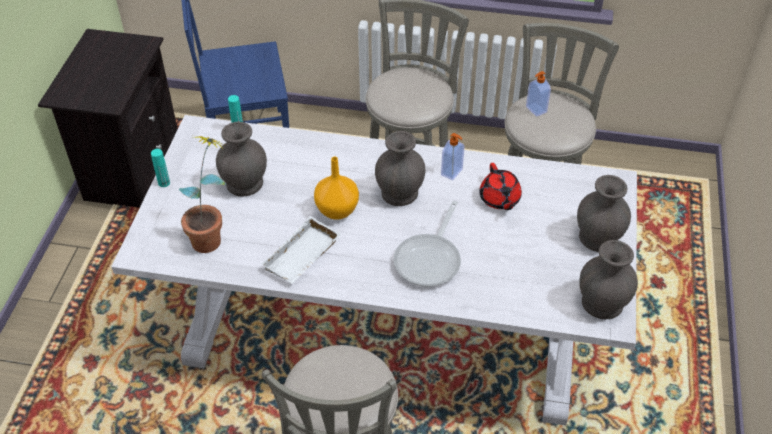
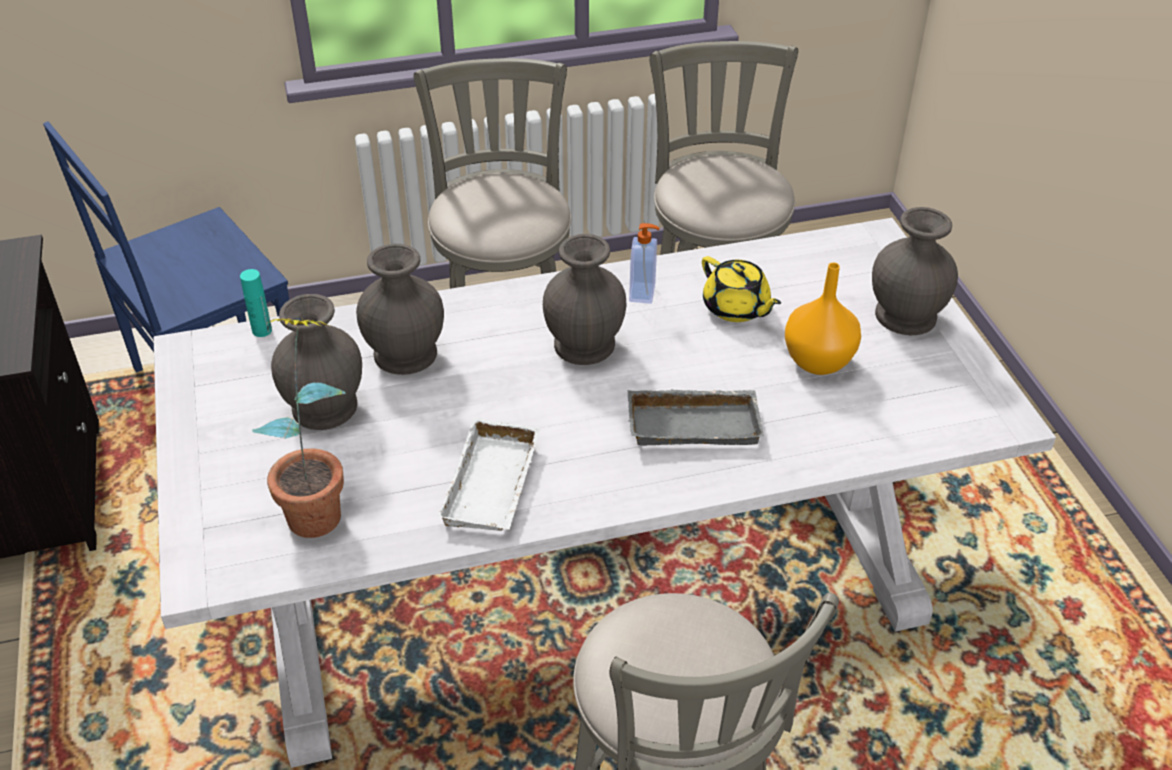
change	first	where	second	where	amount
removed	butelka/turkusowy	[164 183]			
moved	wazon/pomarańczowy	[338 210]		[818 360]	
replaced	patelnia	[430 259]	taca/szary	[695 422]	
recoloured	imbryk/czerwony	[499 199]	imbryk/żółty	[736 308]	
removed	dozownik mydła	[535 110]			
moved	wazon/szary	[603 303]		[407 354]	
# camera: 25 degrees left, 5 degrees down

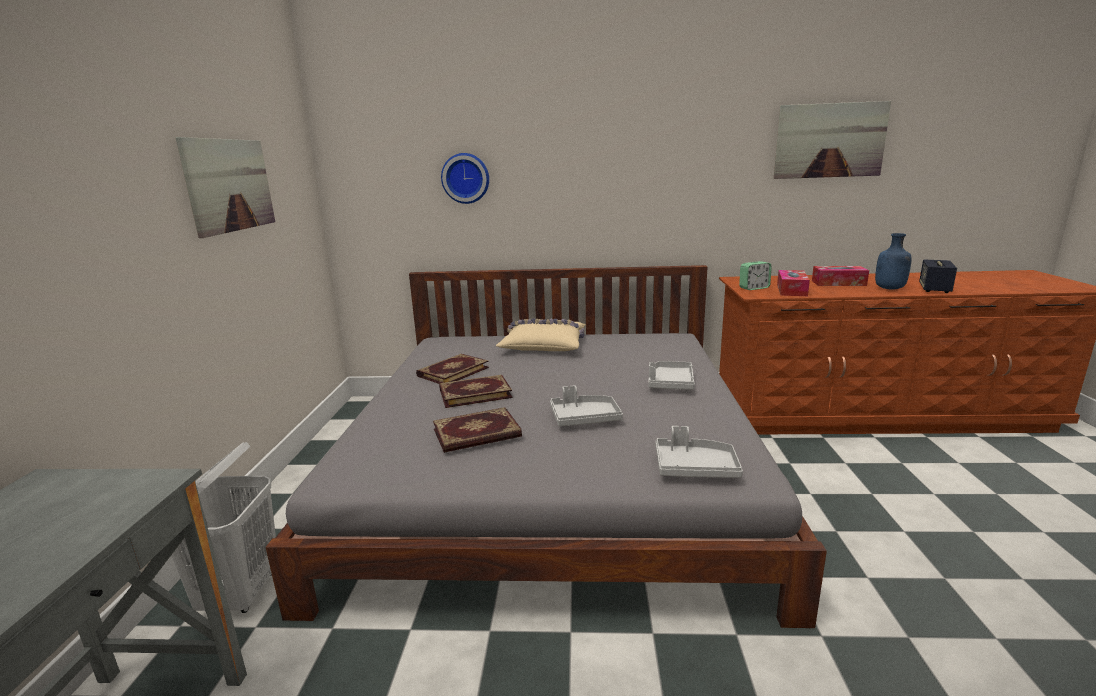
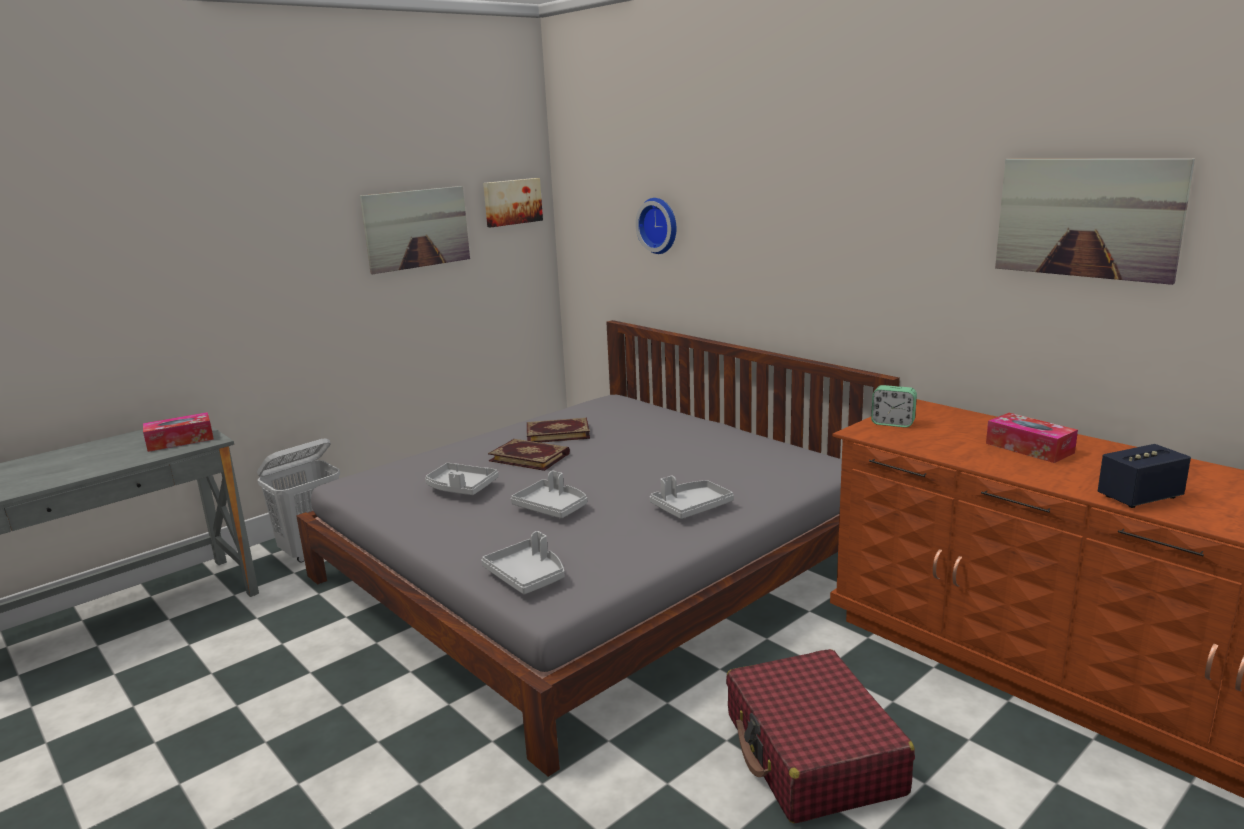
change	first	where	second	where	amount
replaced	książka	[477 434]	taca/szary	[461 488]	
removed	poduszka/beżowy	[544 344]			
moved	pudełko chusteczek	[791 290]		[180 441]	
removed	butelka/niebieski	[890 288]			
added			obraz	[512 202]	
added			walizka/czerwony	[812 754]	
# camera: 45 degrees right, 0 degrees up

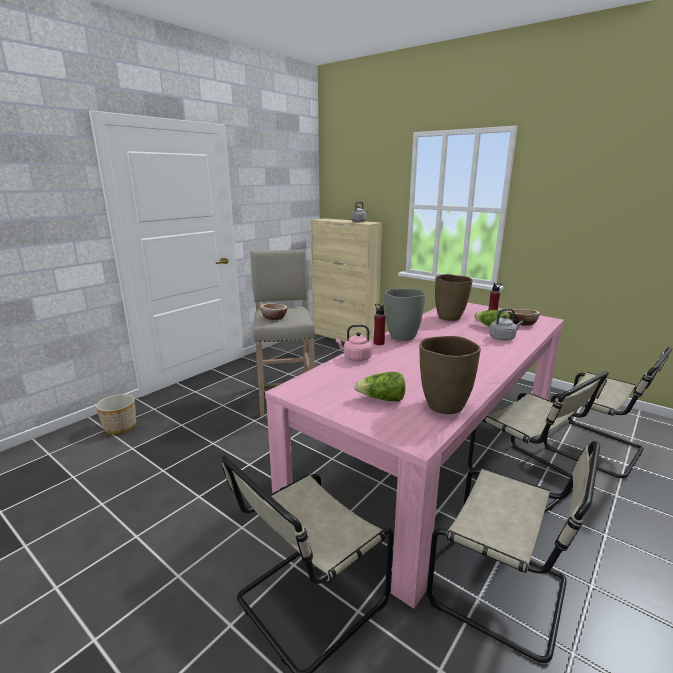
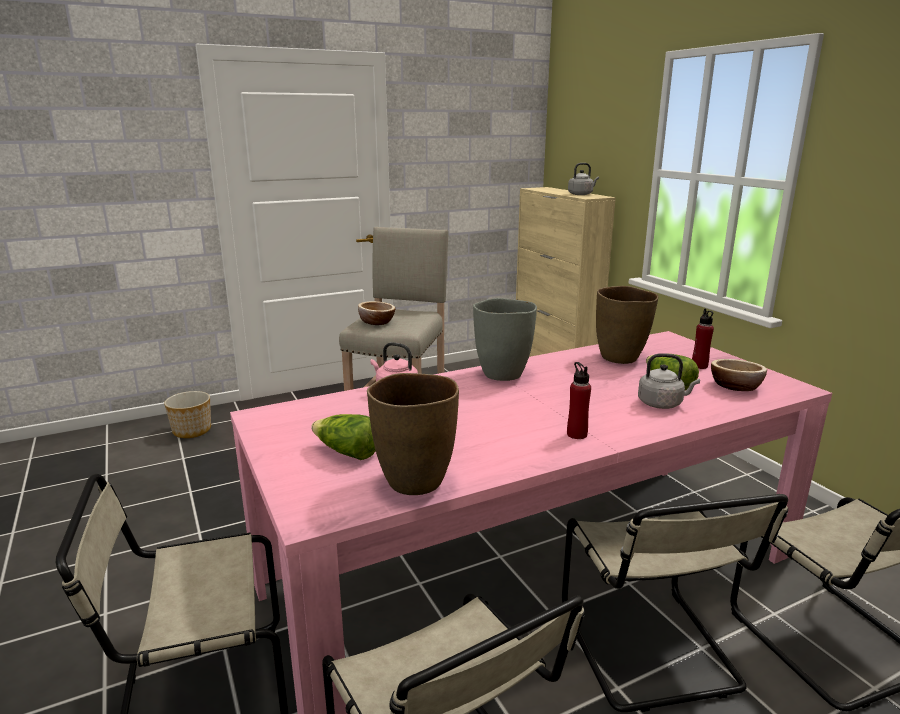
change	first	where	second	where	amount
moved	butelka/czerwony	[378 343]		[576 434]	
# camera: 25 degrees right, 0 degrees up

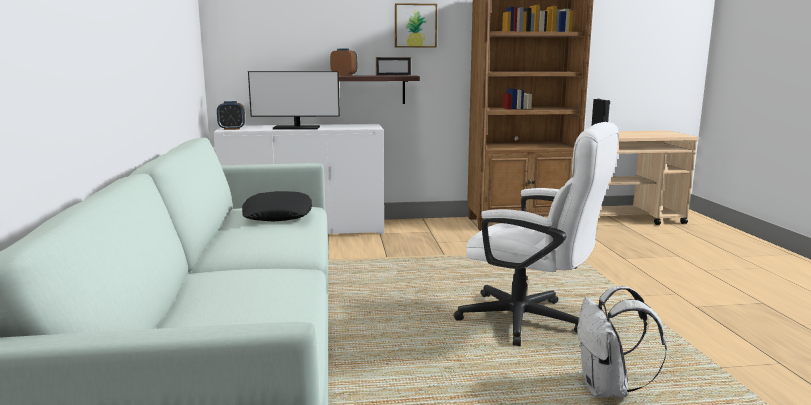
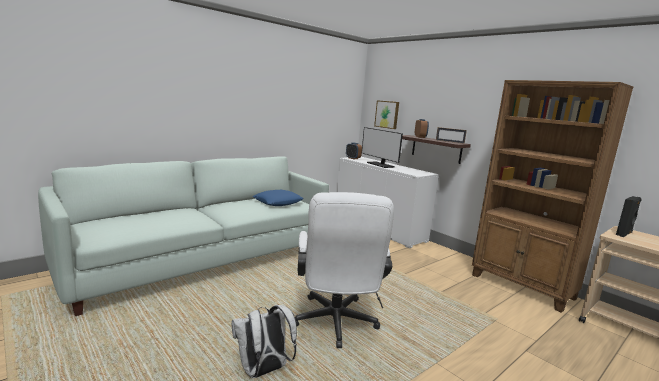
change	first	where	second	where	amount
recoloured	poduszka/czarny	[278 214]	poduszka/niebieski	[278 202]	
moved	obraz	[415 25]		[387 114]	
# camera: 55 degrees right, 0 degrees up

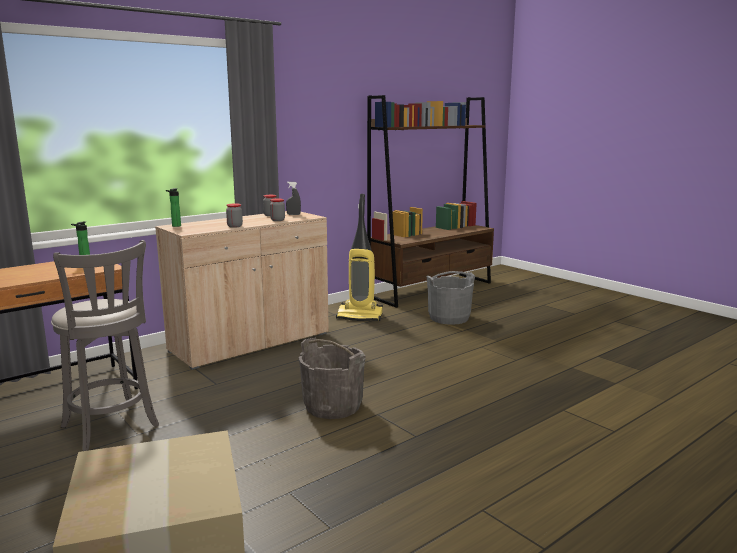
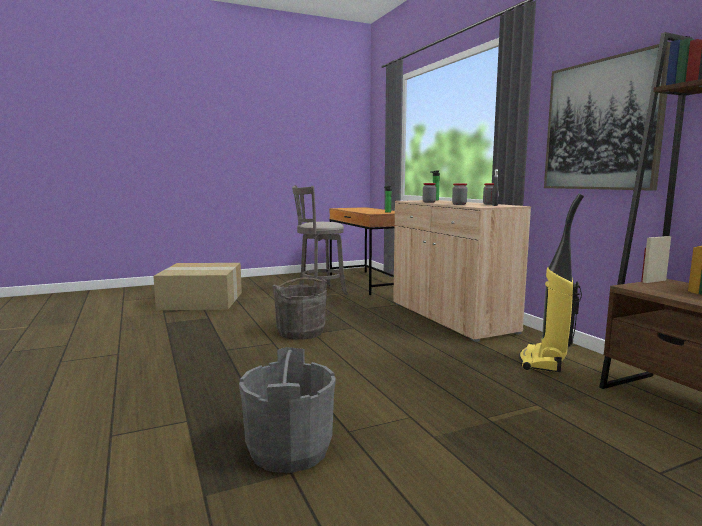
change	first	where	second	where	amount
moved	wiadro/szary	[449 318]		[289 449]	
added			obraz	[601 125]	
# camera: 105 degrees right, 5 degrees down

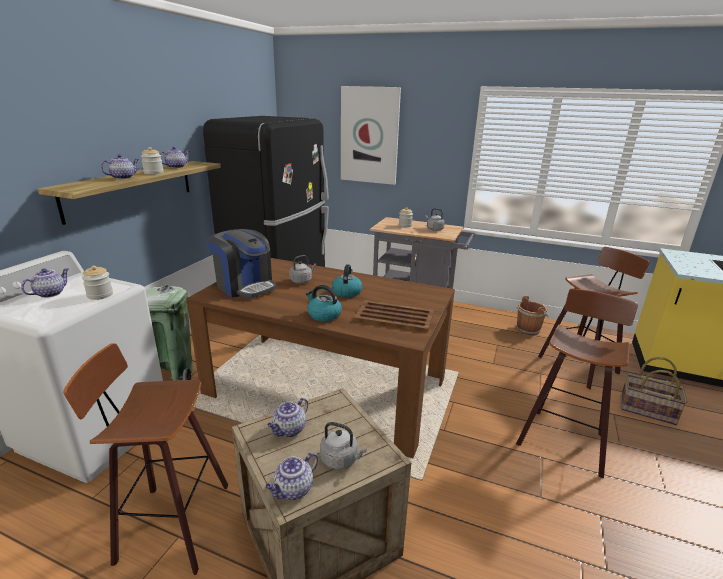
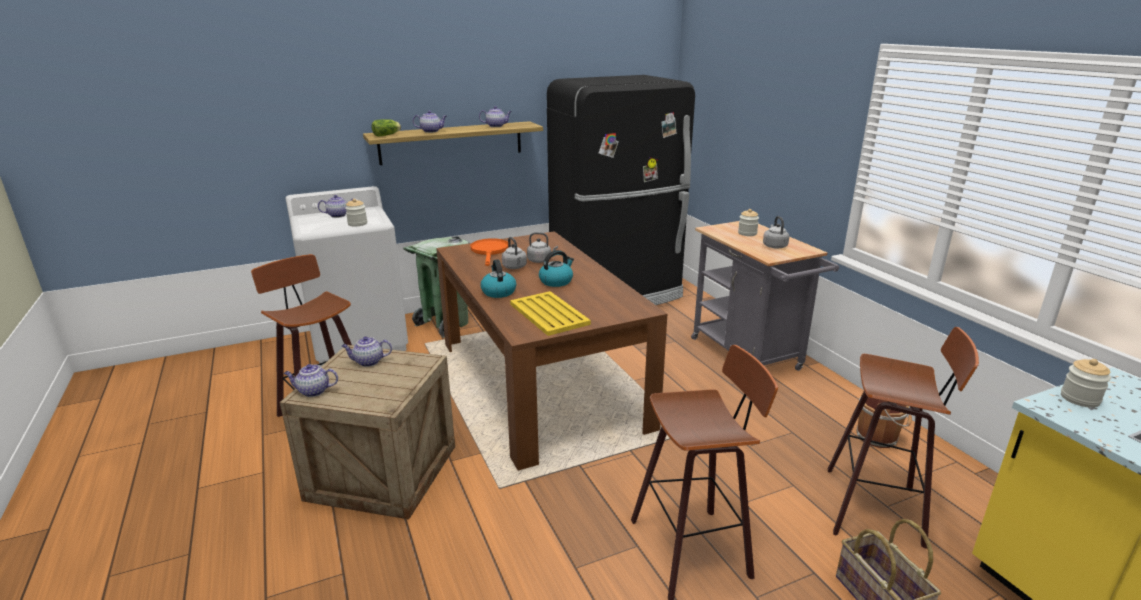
change	first	where	second	where	amount
moved	słoik	[153 173]		[1079 399]	
replaced	ekspres do kawy	[245 286]	patelnia/pomarańczowy	[490 251]	
moved	czajnik/szary	[341 460]		[515 267]	
removed	obraz	[369 136]			
recoloured	taca/brązowy	[393 316]	taca/żółty	[548 313]	
added			sałata	[387 135]	
# camera: 45 degrees right, 0 degrees up

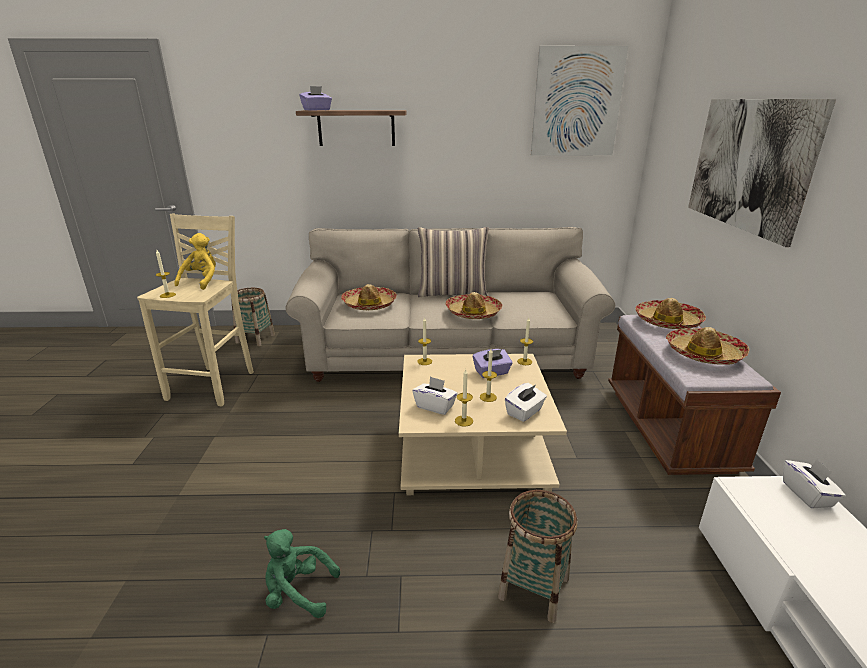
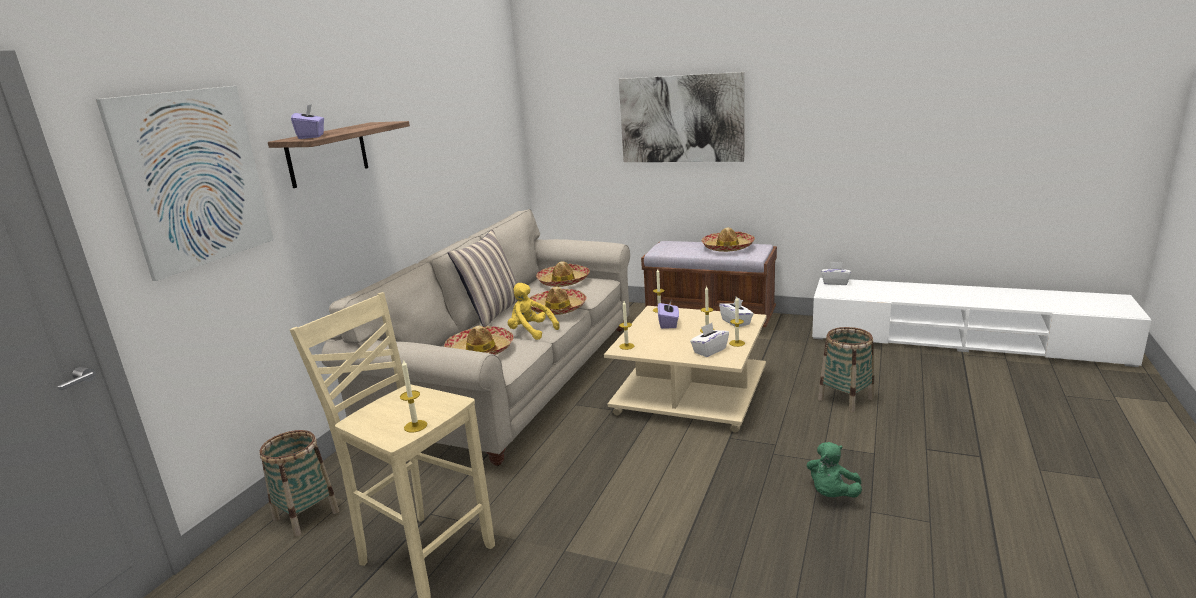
change	first	where	second	where	amount
moved	pluszak/żółty	[202 281]		[531 332]	
moved	obraz	[577 102]		[194 178]	
moved	kapelusz	[667 321]		[563 281]	
# camera: 65 degrees left, 5 degrees down

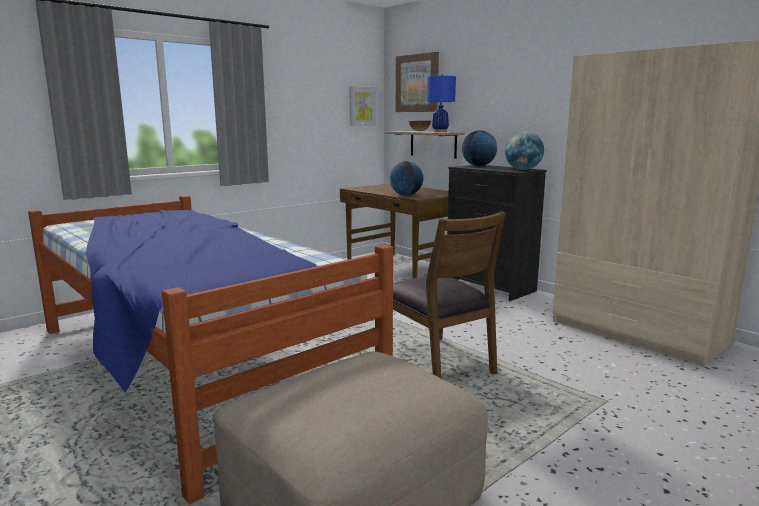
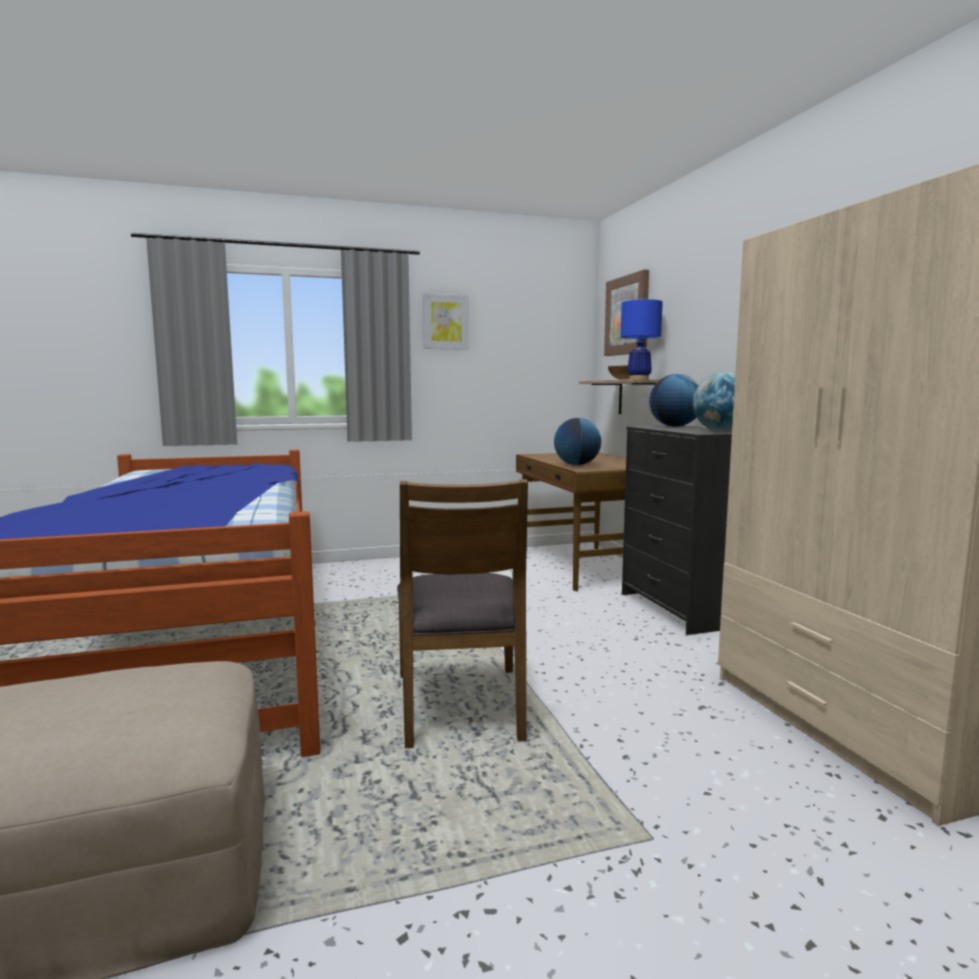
change	first	where	second	where	amount
moved	obraz	[362 106]		[445 322]	
# camera: 25 degrees right, 5 degrees down

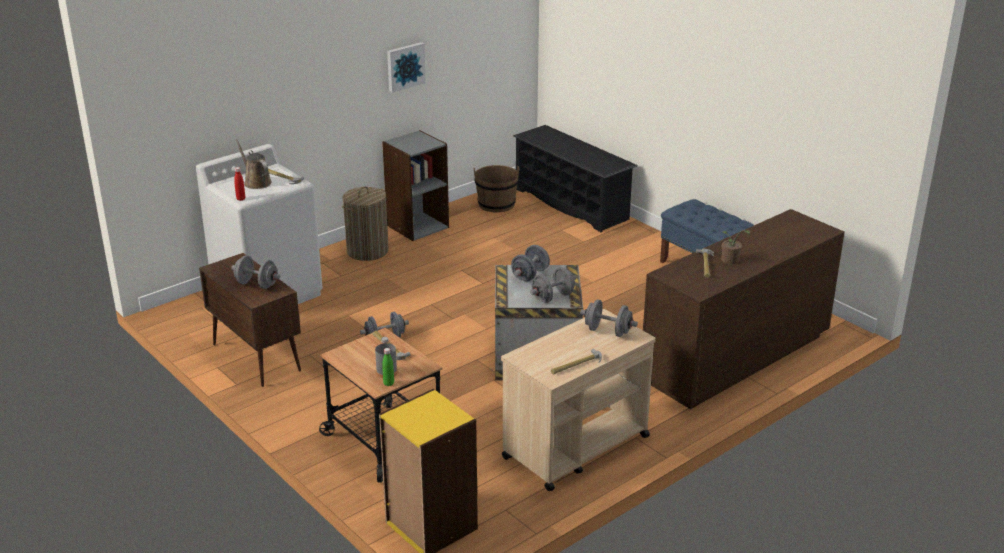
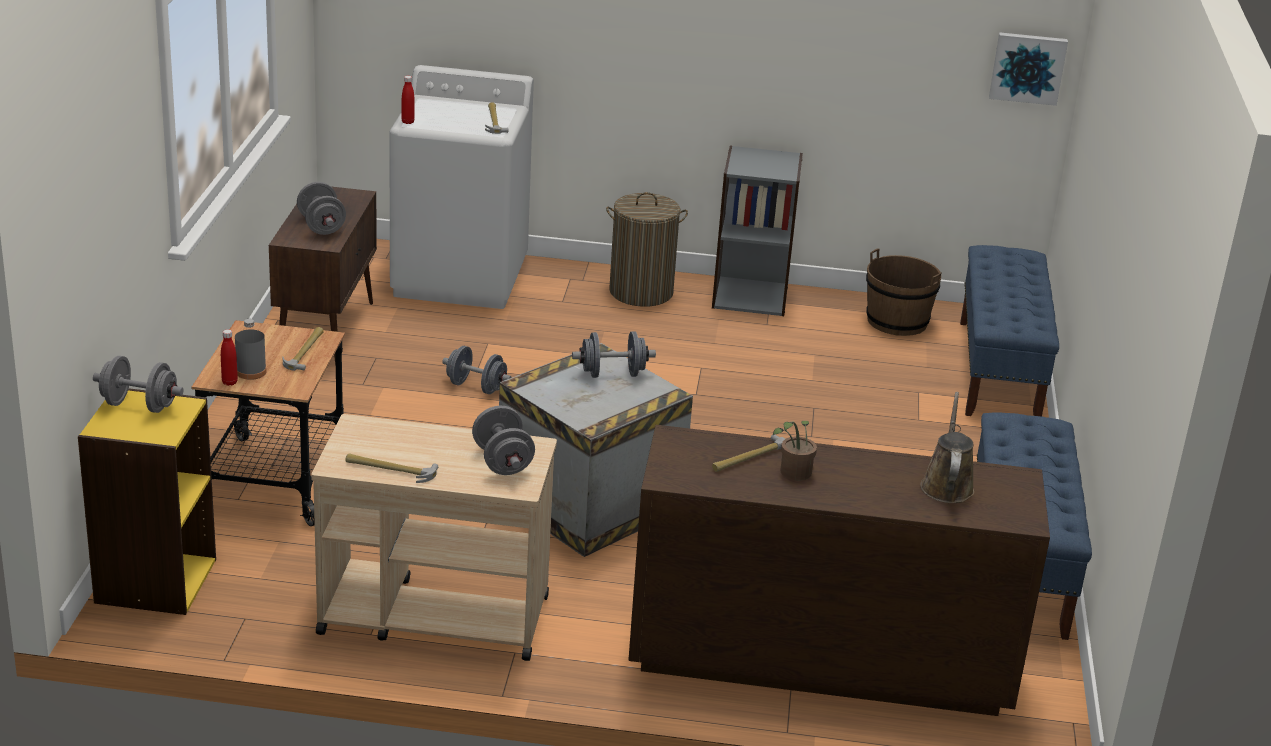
change	first	where	second	where	amount
moved	konewka/brązowy	[256 182]		[946 485]	
recoloured	butelka/zielony	[388 383]	butelka/czerwony	[229 382]	
moved	obraz	[405 66]		[1027 67]	
replaced	regał na buty/czarny	[572 204]	ławka/niebieski	[998 371]	
moved	hantel/szary	[553 297]		[139 405]	
# camera: 45 degrees right, 0 degrees up

